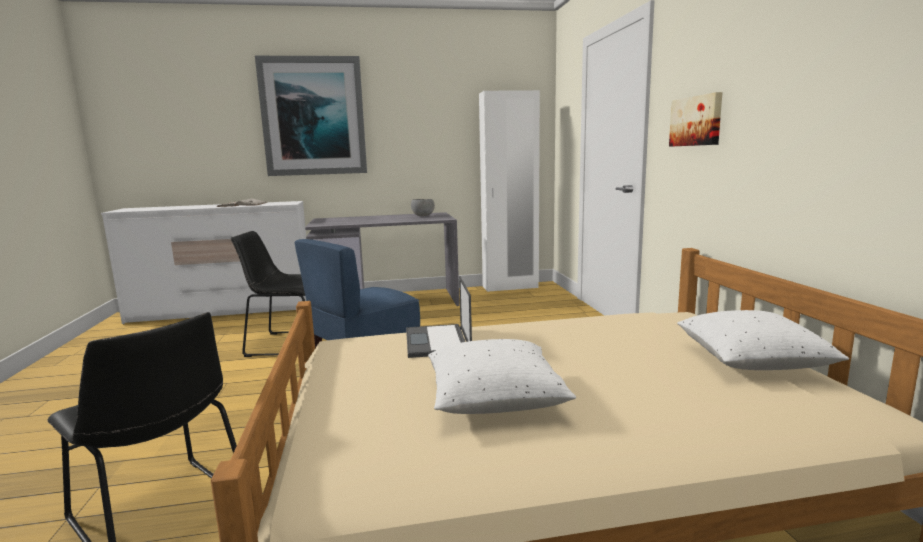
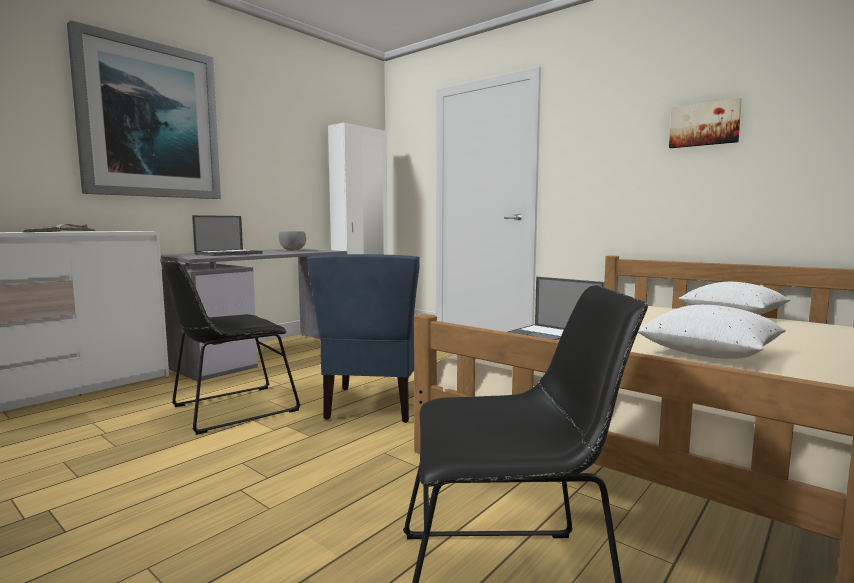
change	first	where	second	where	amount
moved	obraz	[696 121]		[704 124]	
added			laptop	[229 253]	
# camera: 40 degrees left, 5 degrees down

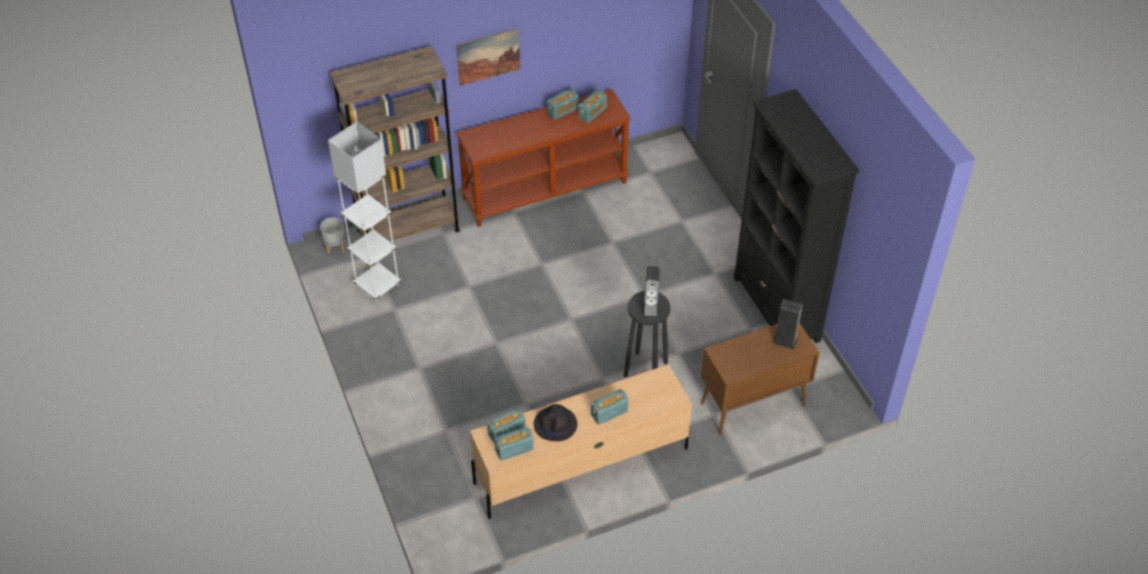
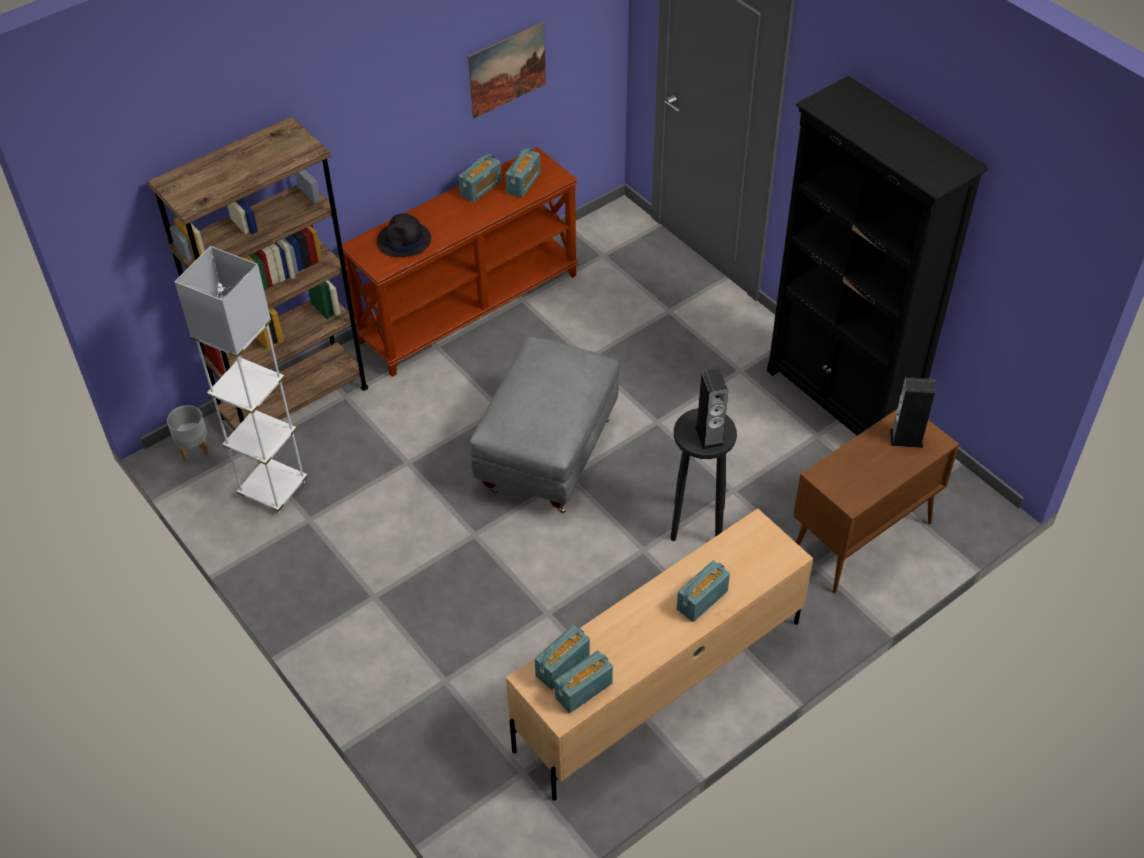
change	first	where	second	where	amount
moved	obraz	[488 56]		[507 69]	
moved	kapelusz/czarny	[555 425]		[404 241]	
added			pufa/szary	[547 453]	
# camera: 15 degrees left, 0 degrees up

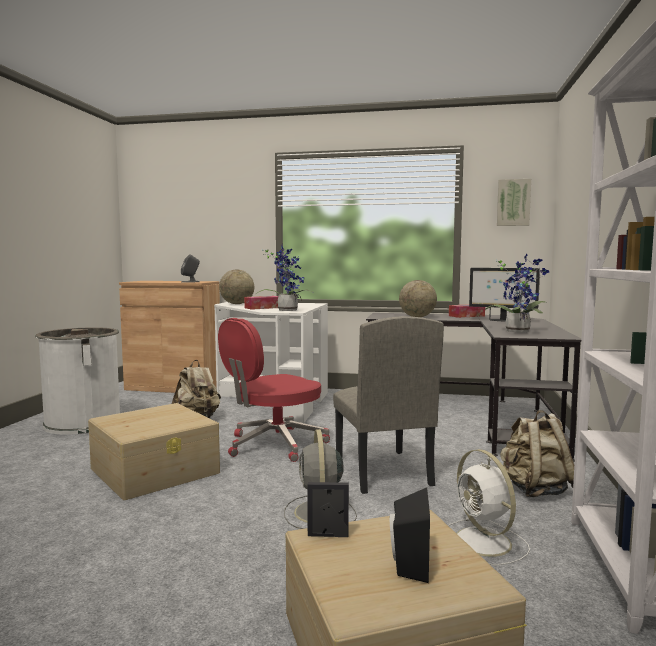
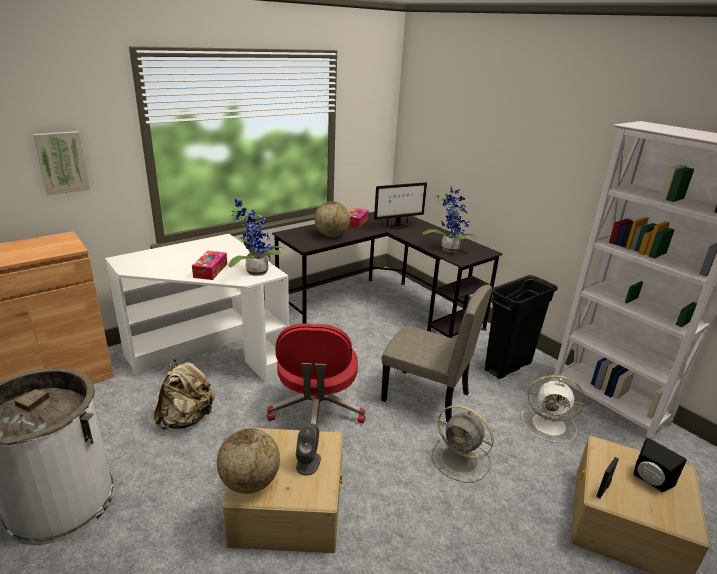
change	first	where	second	where	amount
moved	głośnik/szary	[190 282]		[308 462]	
moved	globus	[237 304]		[250 482]	
moved	obraz	[513 202]		[61 162]	
replaced	plecak/beżowy	[535 490]	kosz na śmieci/czarny	[507 366]	
# camera: 50 degrees left, 20 degrees up

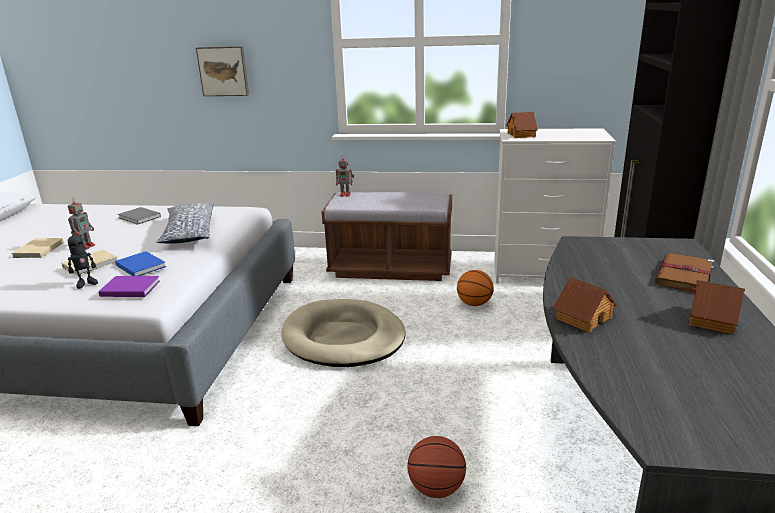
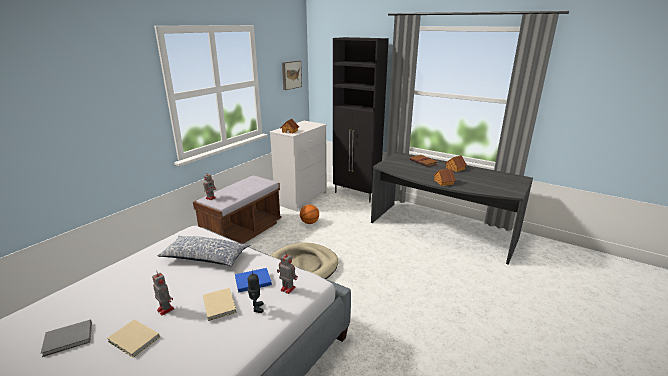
change	first	where	second	where	amount
replaced	książka/fioletowy	[129 288]	robot zabawkowy	[287 288]	
moved	książka/szary	[139 218]		[69 339]	
moved	obraz	[224 71]		[291 75]	
removed	piłka do koszykówki	[436 488]			
# camera: 65 degrees left, 0 degrees up

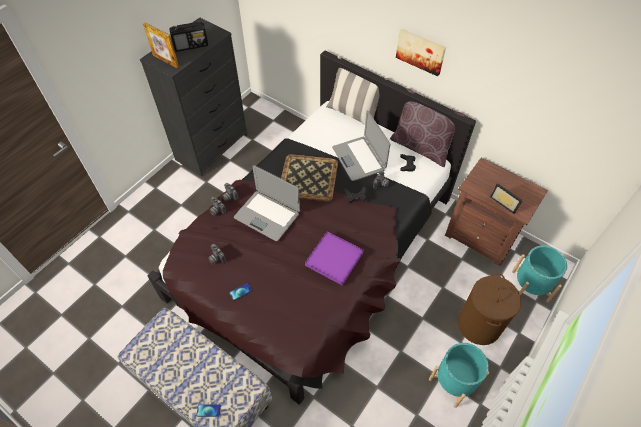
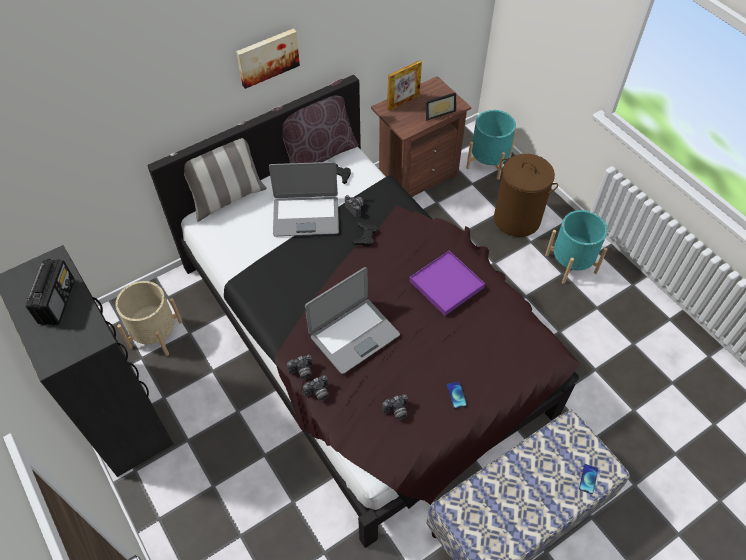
change	first	where	second	where	amount
moved	ramka na zdjęcie	[165 61]		[403 102]	
removed	taca	[309 177]			
added			donica/beżowy	[156 334]	
# camera: 70 degrees left, 0 degrees up

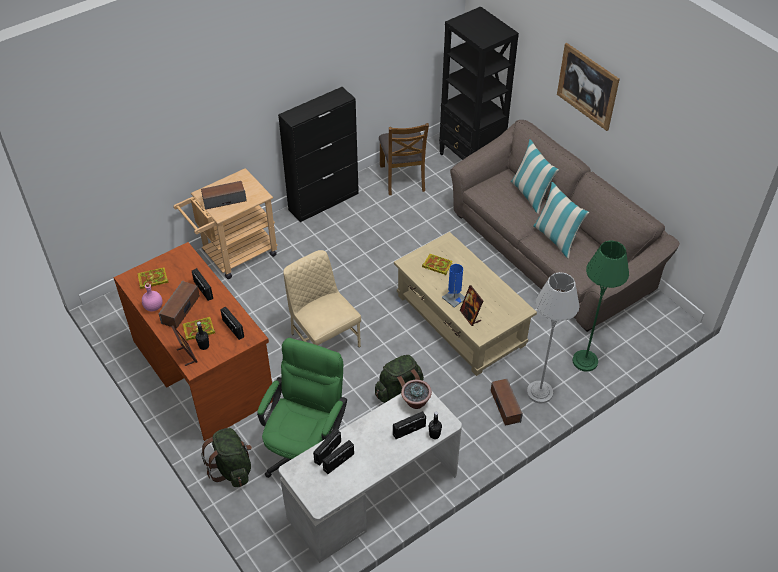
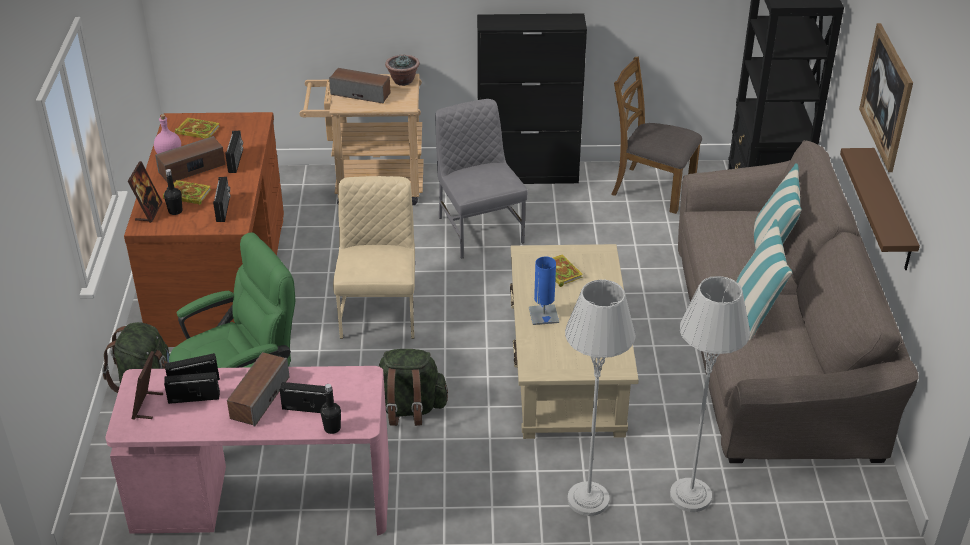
change	first	where	second	where	amount
recoloured	biurko/biały	[373 496]	biurko/różowy	[263 500]	
turned	krzesło/brązowy	[403 178]		[652 189]	90 degrees clockwise
moved	roślina doniczkowa	[415 402]		[403 81]	
moved	ramka na zdjęcie	[470 316]		[148 406]	
moved	głośnik	[505 406]		[259 397]	
recoloured	lampa stojąca/zielony	[585 361]	lampa stojąca/szary	[690 496]	
added			krzesło/szary	[479 229]	
added			półka/brązowy	[892 211]	
# camera: 35 degrees right, 10 degrees down

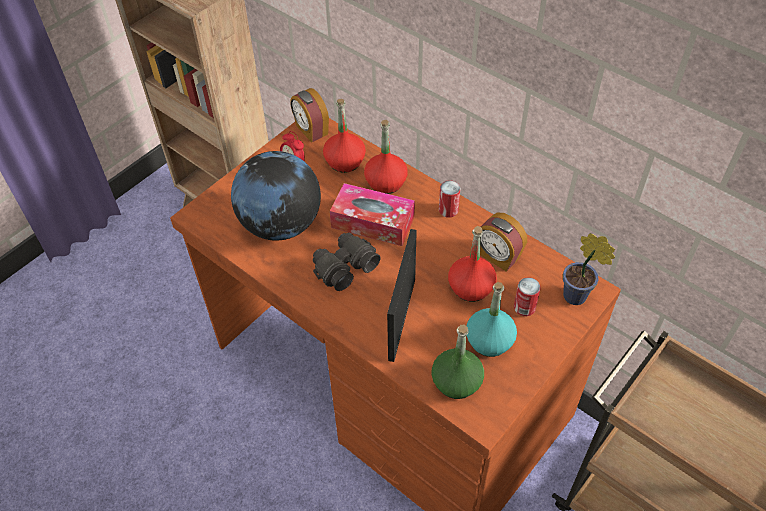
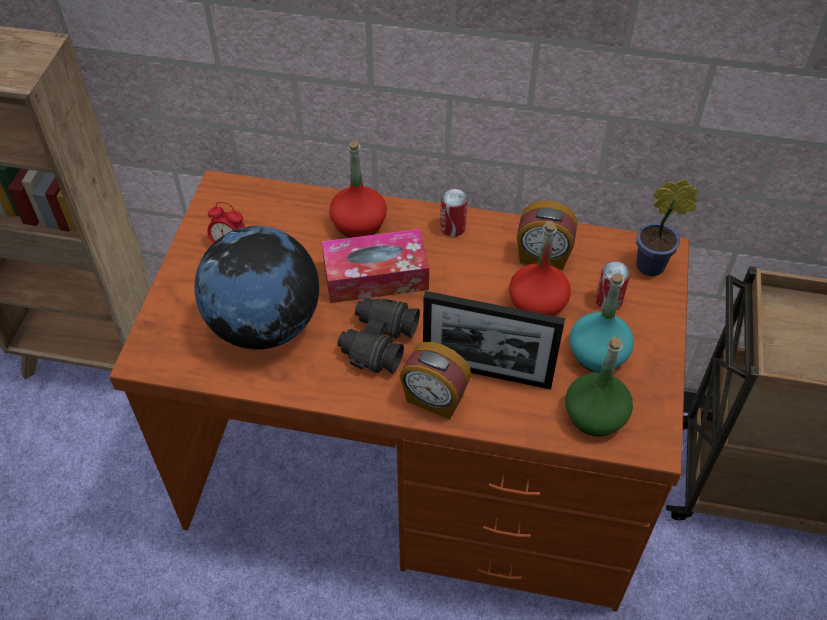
change	first	where	second	where	amount
moved	budzik	[311 130]		[434 399]	
removed	butelka/czerwony	[344 161]			
turned	ramka na zdjęcie	[402 319]		[486 373]	60 degrees counterclockwise
# camera: 30 degrees left, 0 degrees up

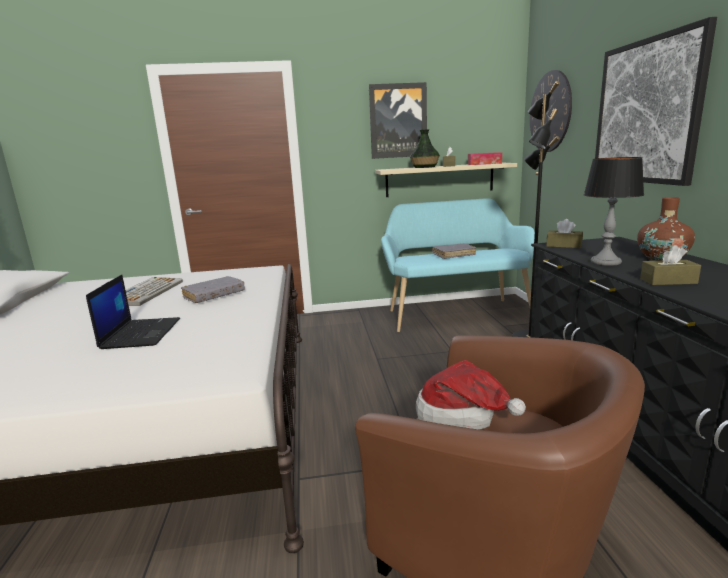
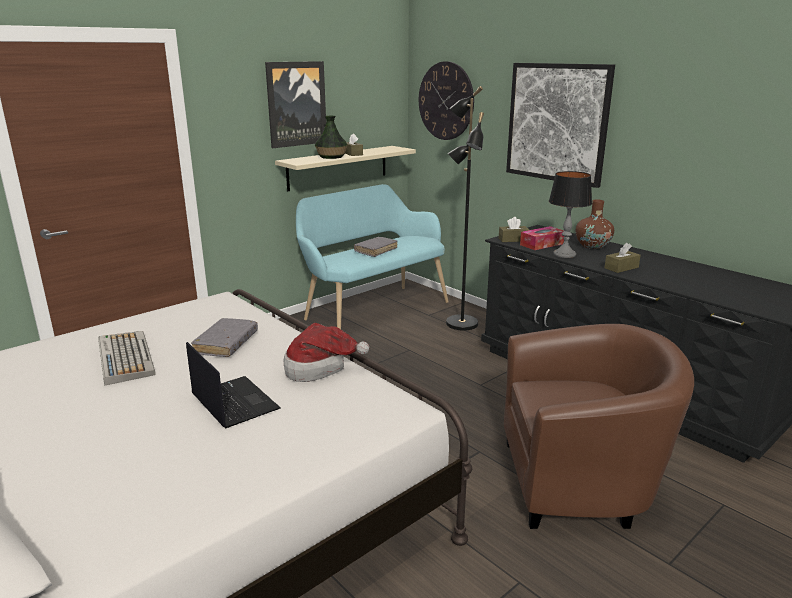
change	first	where	second	where	amount
moved	kapelusz	[462 417]		[320 368]	
moved	pudełko chusteczek	[484 164]		[542 244]	
# camera: 35 degrees left, 5 degrees up

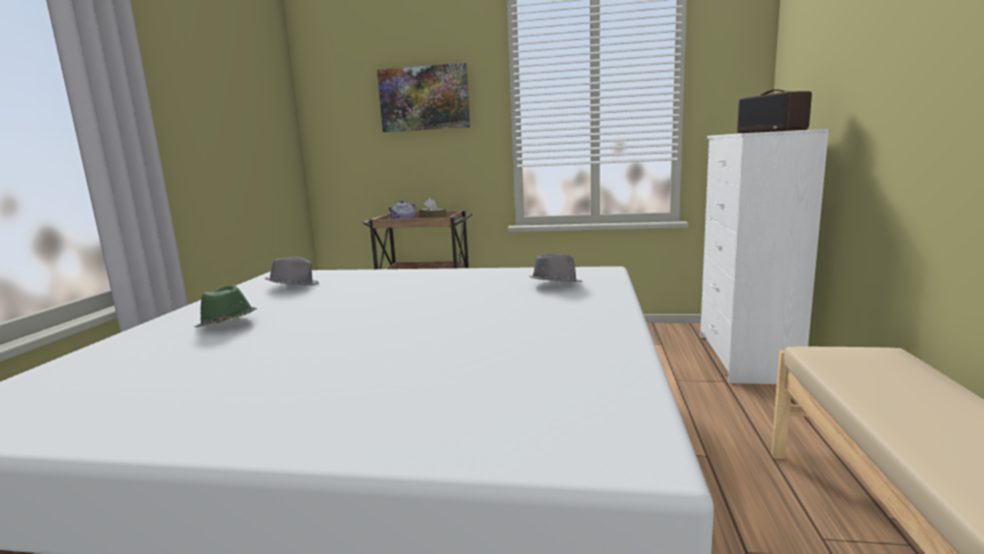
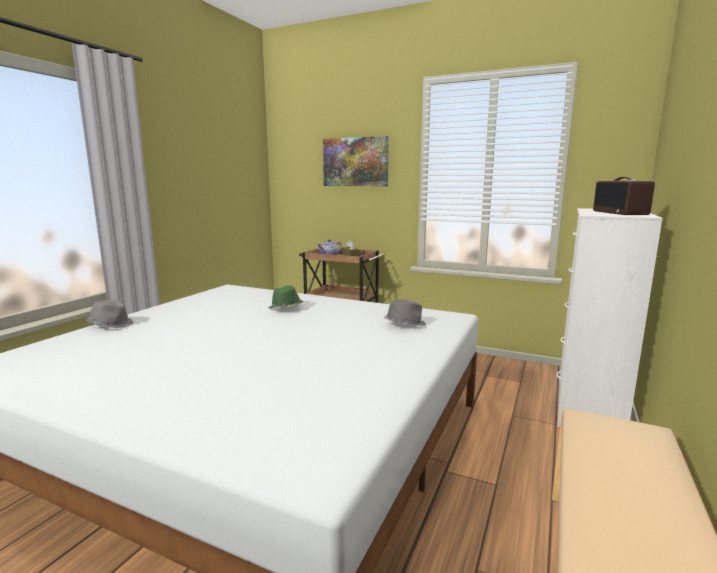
change	first	where	second	where	amount
moved	kapelusz/zielony	[227 324]		[285 308]	
moved	kapelusz/szary	[293 286]		[110 325]	
# camera: 15 degrees right, 0 degrees up

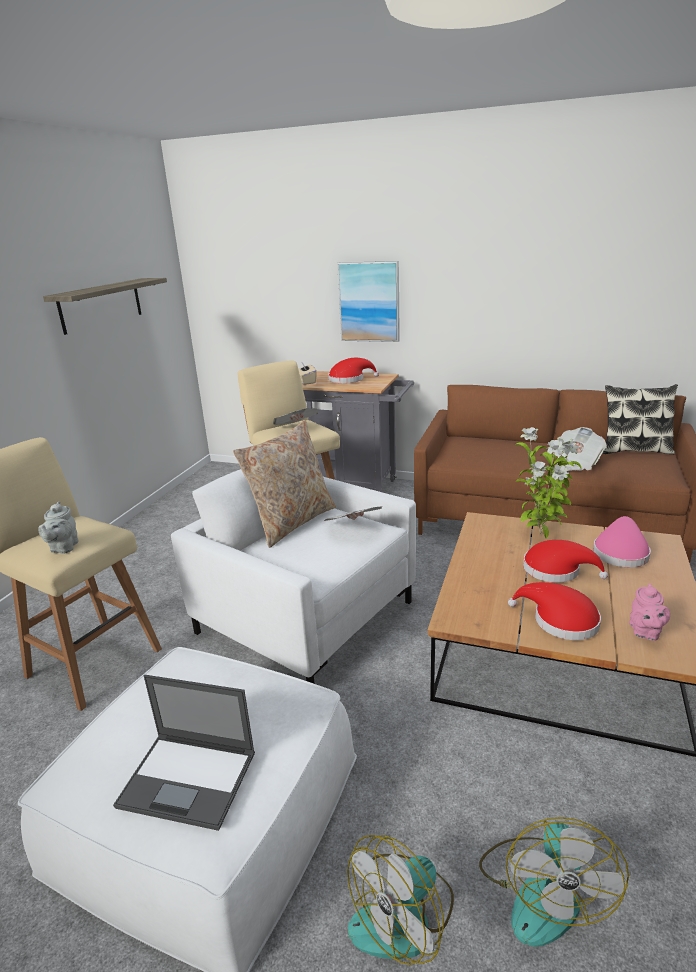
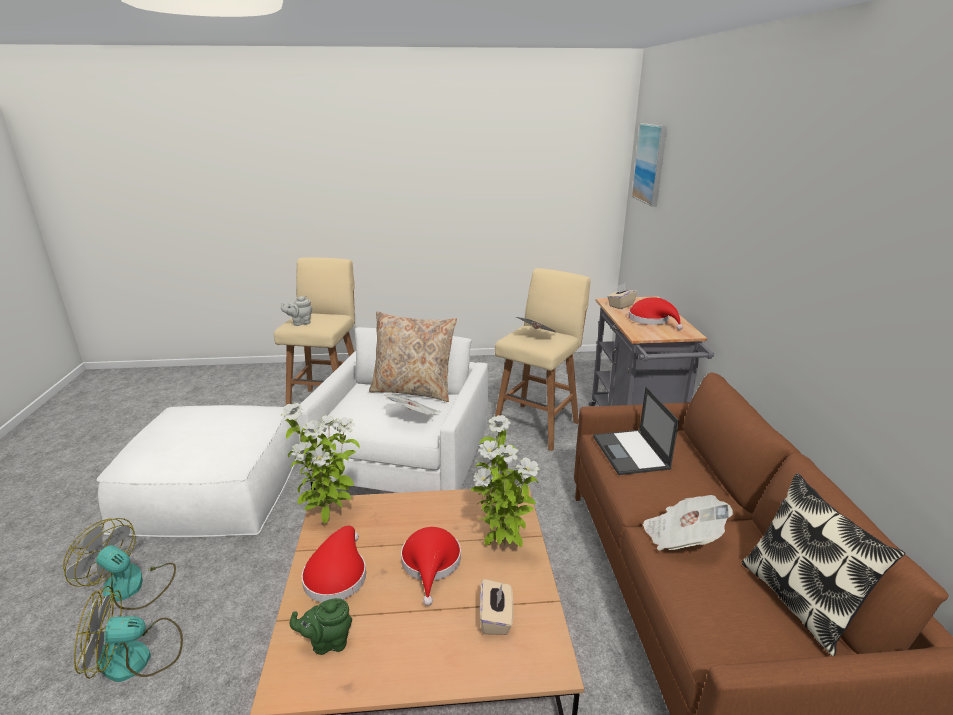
change	first	where	second	where	amount
removed	półka	[101 305]			
moved	laptop	[189 779]		[631 453]	
moved	obraz	[369 302]		[650 163]	
replaced	kapelusz/różowy	[620 552]	pudełko chusteczek/beżowy	[496 618]	
recoloured	imbryk/różowy	[644 632]	imbryk/zielony	[328 642]	
added			roślina doniczkowa	[329 517]	
# camera: 65 degrees right, 0 degrees up

